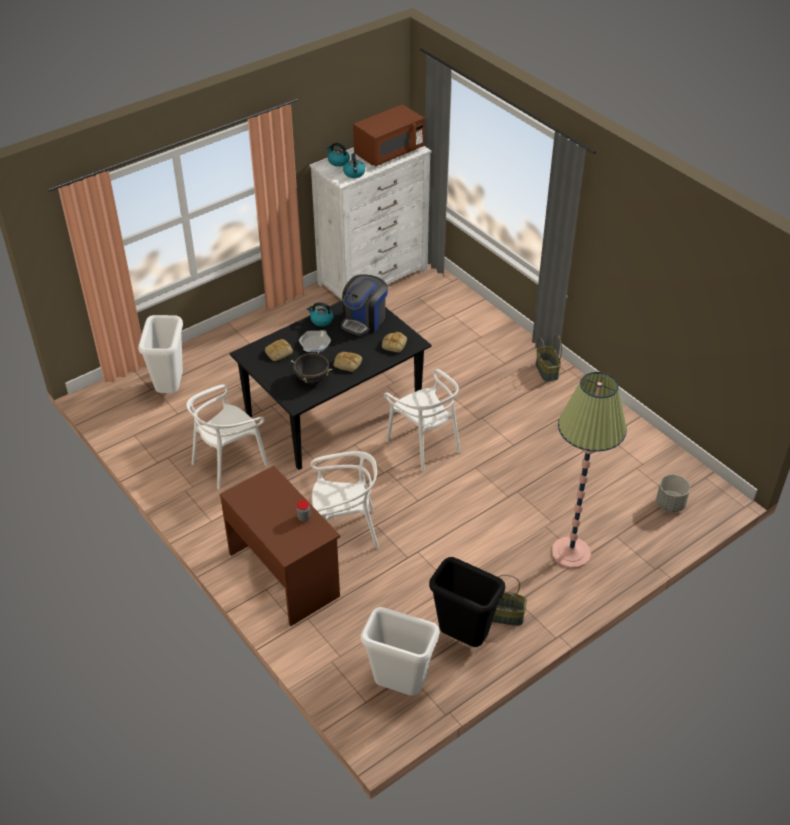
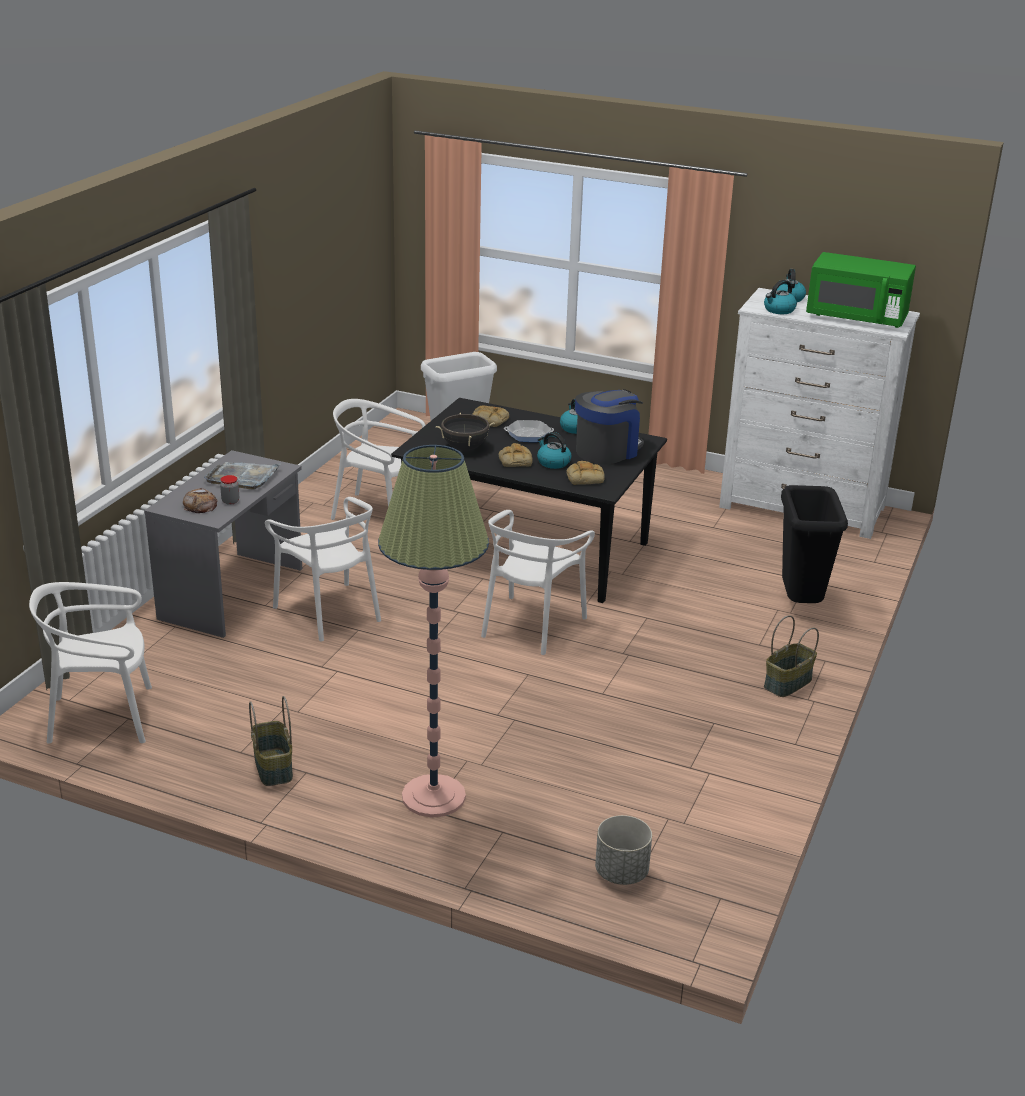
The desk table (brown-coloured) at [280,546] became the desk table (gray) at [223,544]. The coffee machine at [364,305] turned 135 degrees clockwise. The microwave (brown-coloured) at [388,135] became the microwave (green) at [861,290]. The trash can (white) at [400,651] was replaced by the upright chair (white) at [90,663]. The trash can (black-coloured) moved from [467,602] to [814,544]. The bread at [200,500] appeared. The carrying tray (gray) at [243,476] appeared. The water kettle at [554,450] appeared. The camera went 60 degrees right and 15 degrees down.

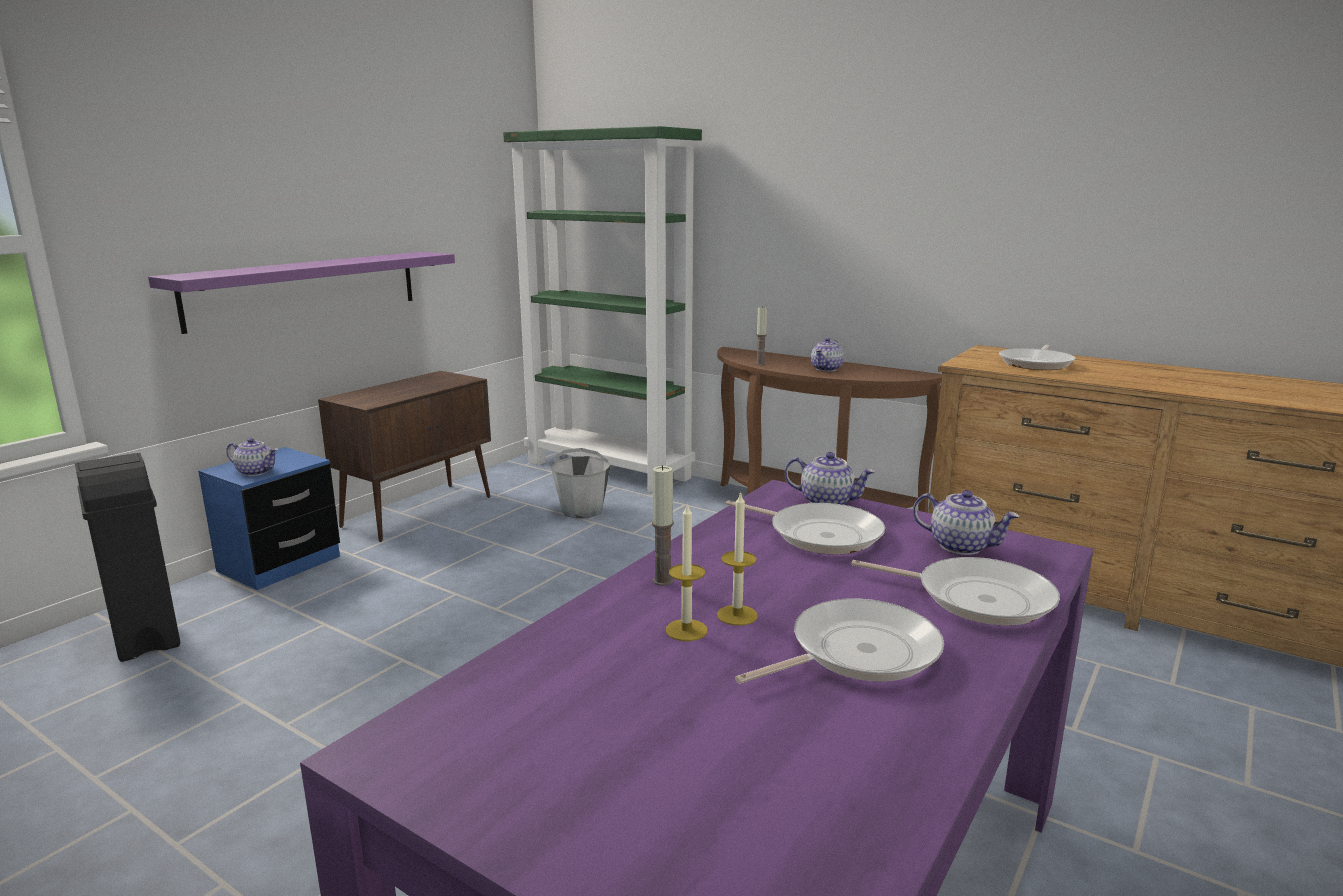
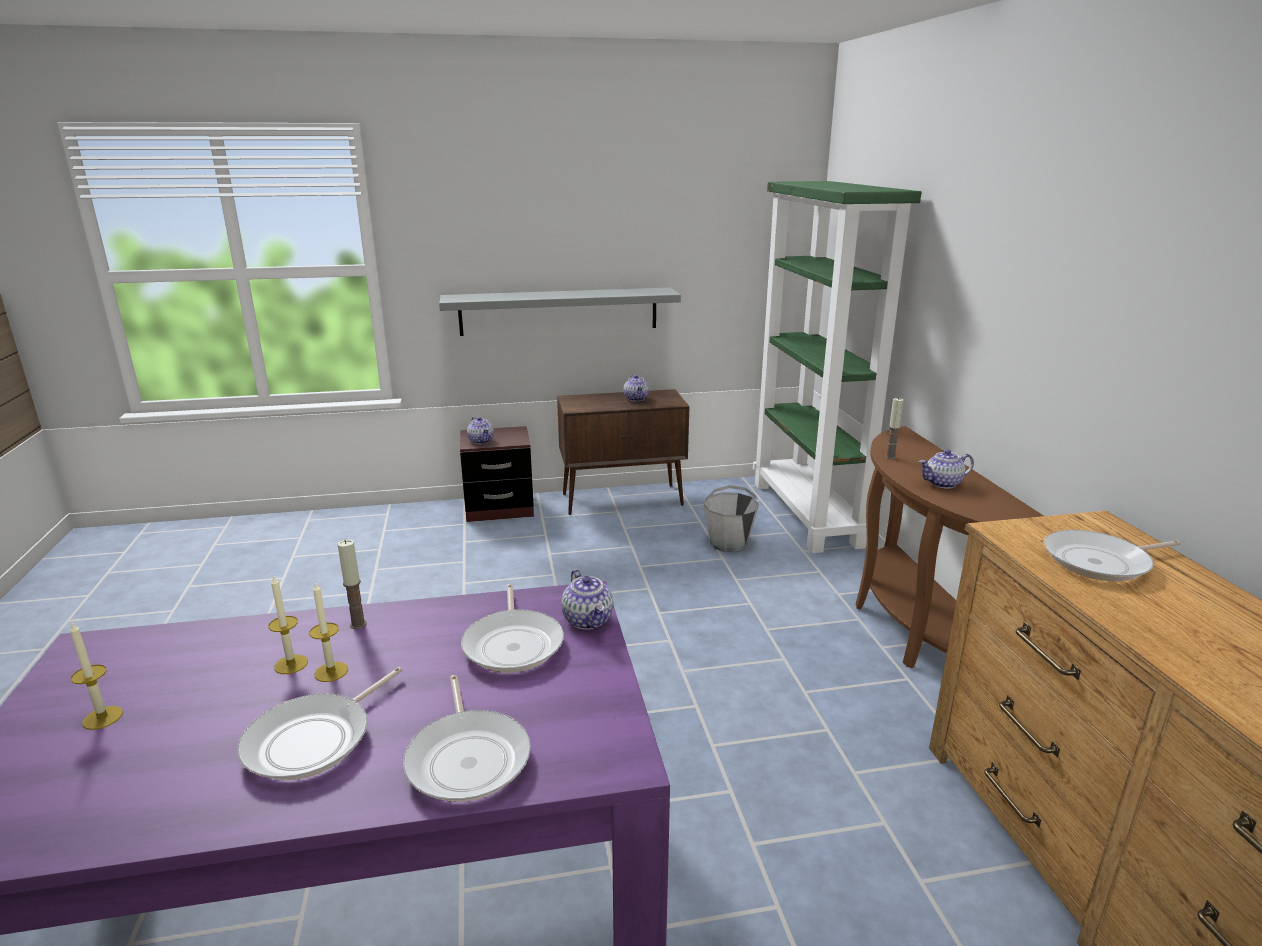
The trash can (black-coloured) at [127,557] disappeared. The shelf (purplish) at [301,293] became the shelf (gray) at [560,311]. The bedside table (bluish) at [269,518] became the bedside table (brown-coloured) at [497,474]. The frying pan at [839,641] turned 105 degrees clockwise. The tea pot moved from [966,522] to [636,388]. The wax light at [96,676] appeared. The camera went 45 degrees right and 5 degrees up.

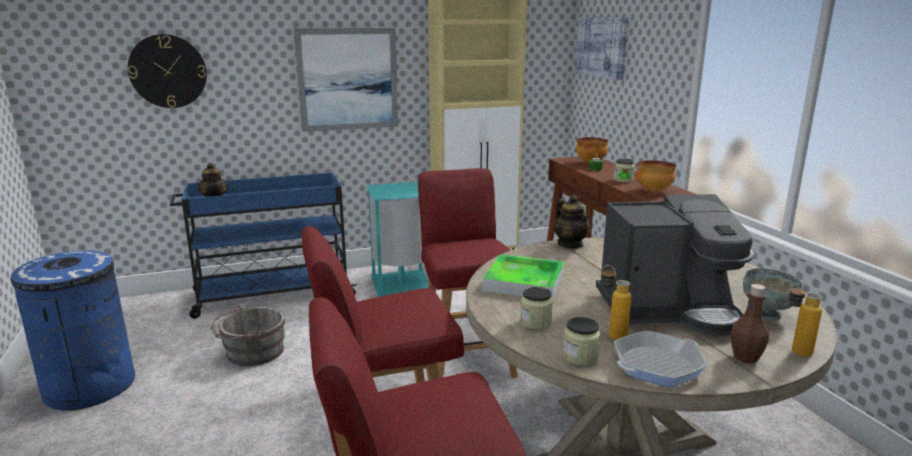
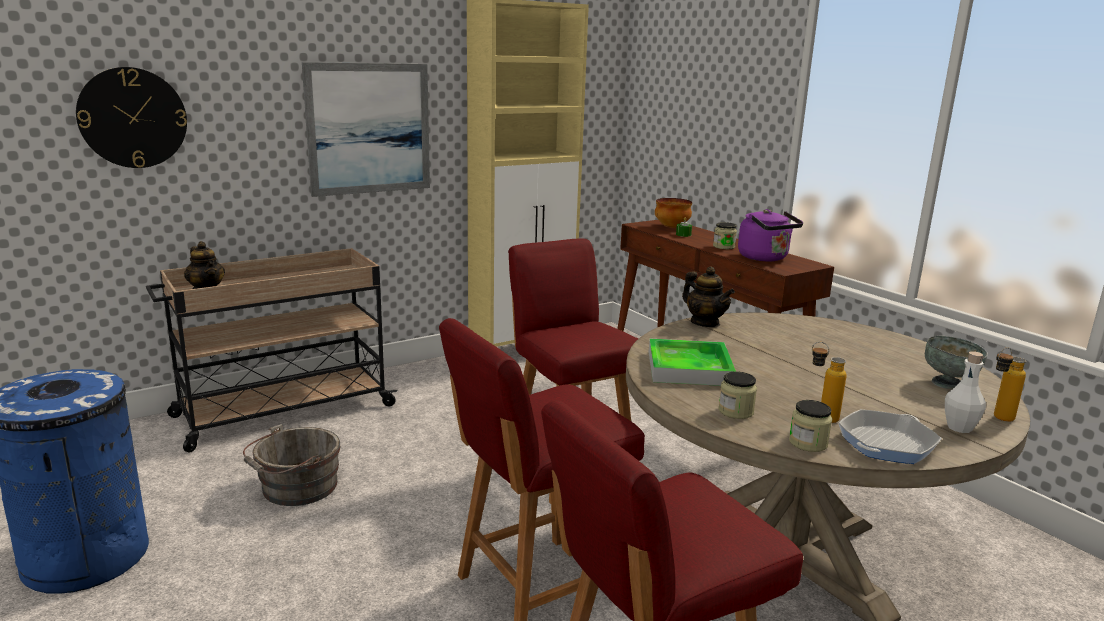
The trolley (bluish) at [263,245] became the trolley (beige-coloured) at [271,350]. The trash can (turquoise-coloured) at [397,239] disappeared. The wall art at [601,48] disappeared. The coffee machine at [675,265] disappeared. The bowl at [655,176] was replaced by the water kettle (purplish) at [770,235]. The beverage bottle (brown-coloured) at [750,323] became the beverage bottle (white) at [965,392]. The camera went 15 degrees left and 0 degrees up.

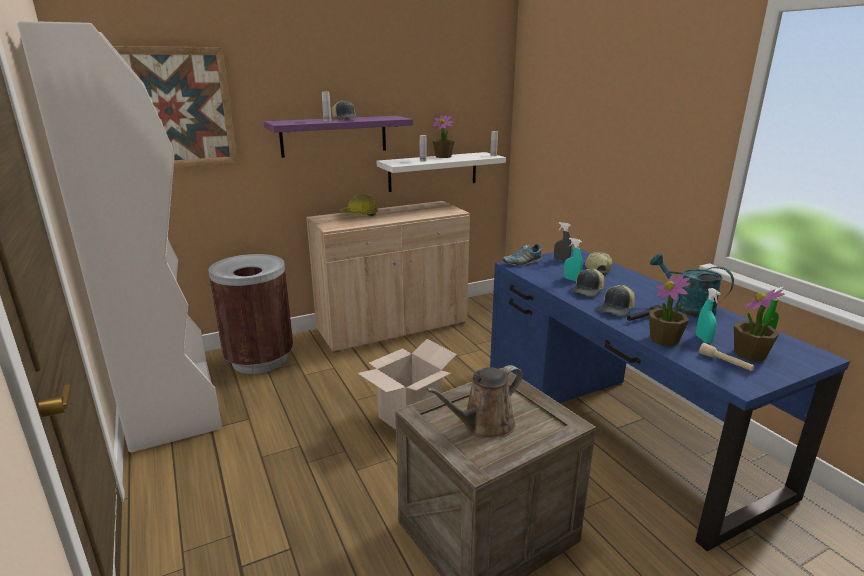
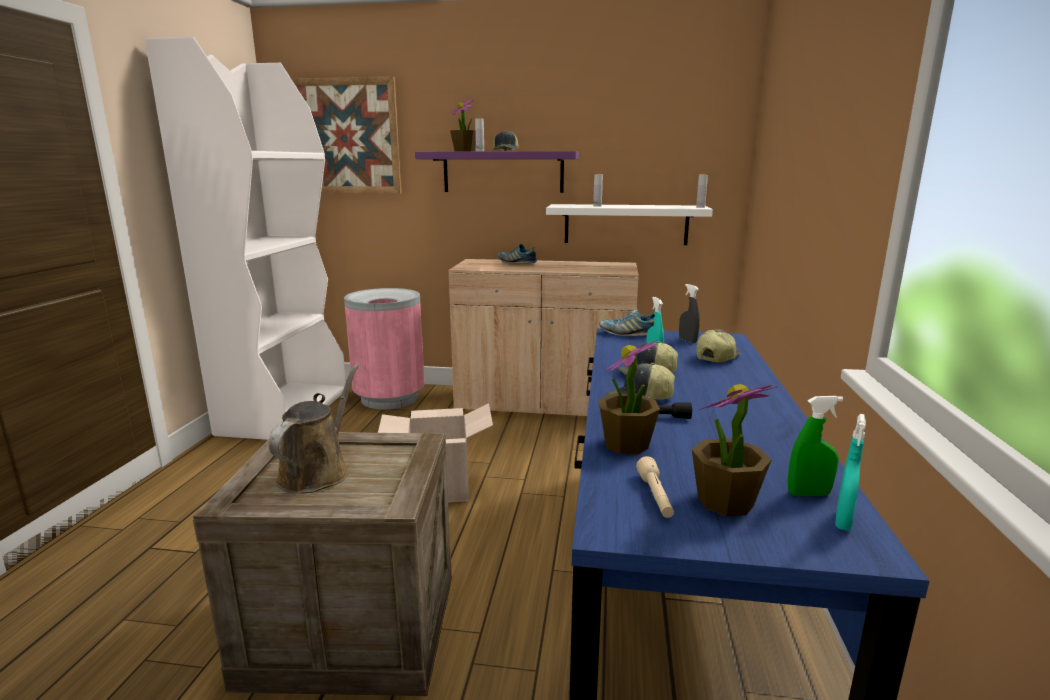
The trash can (brown-coloured) at [250,314] became the trash can (pink-coloured) at [384,348]. The hard hat at [358,205] was replaced by the low shoe at [517,253]. The sprinkling can (brown-coloured) at [474,401] turned 105 degrees clockwise. The houseplant moved from [443,136] to [463,125]. The sprinkling can (turquoise-coloured) at [692,285] disappeared. The spray bottle (turquoise-coloured) moved from [708,315] to [850,472]. The camera went 35 degrees right and 5 degrees down.

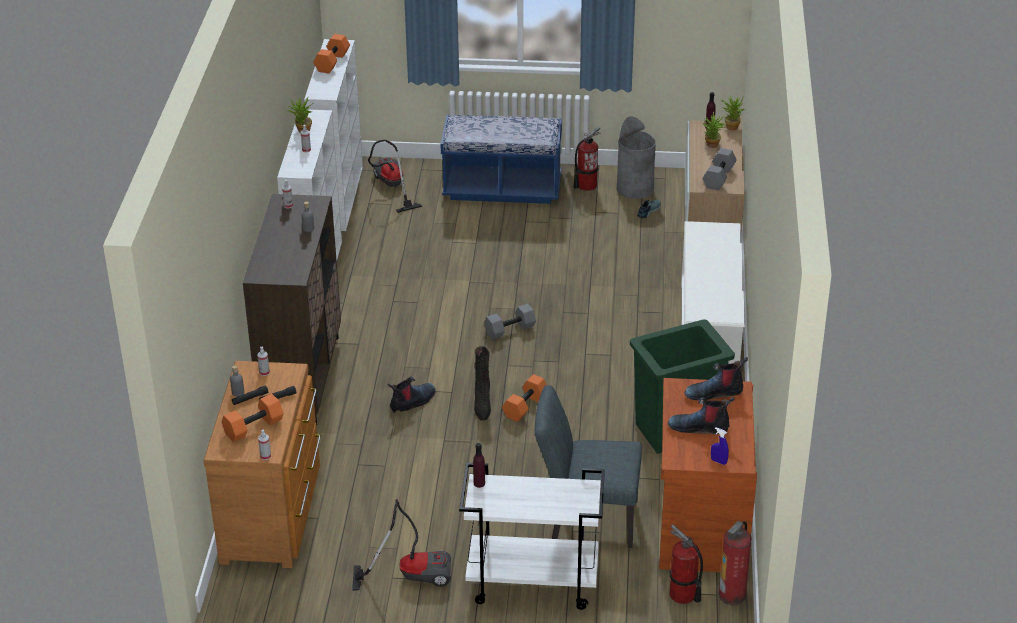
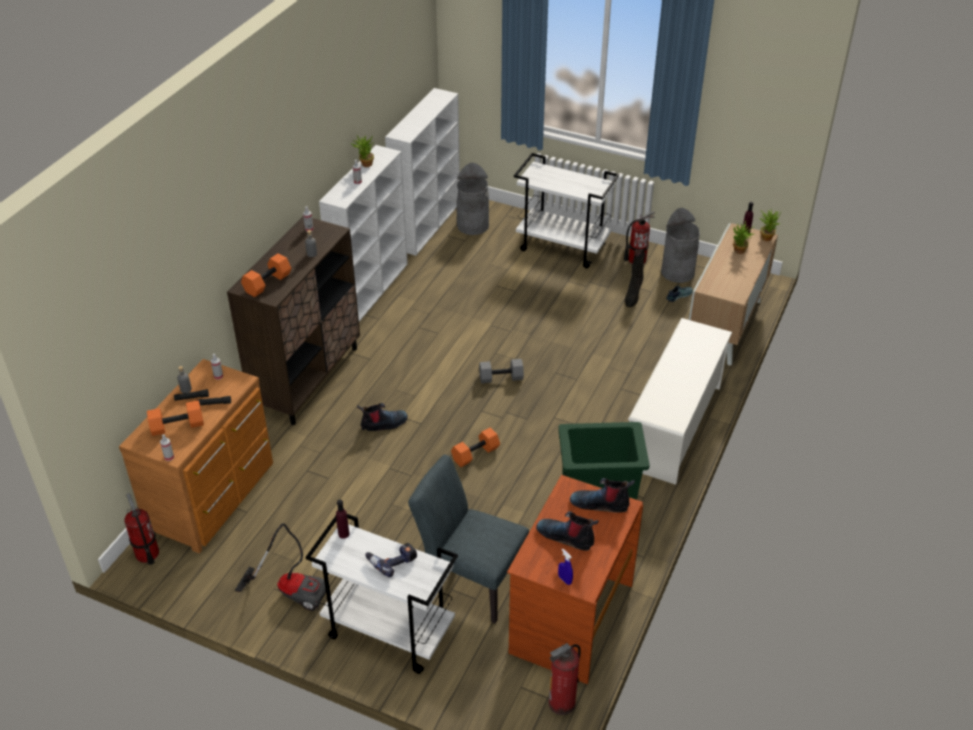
The dumbbell (orange) moved from [331,53] to [266,275]. The vacuum cleaner at [395,176] was replaced by the trash can (gray) at [473,199]. The long seat (bluish) at [501,159] was replaced by the trolley (white) at [566,210]. The tall boot (black-coloured) moved from [482,383] to [635,278]. The fire extinguisher moved from [686,564] to [141,529]. The dumbbell (gray) at [720,169] disappeared. The electric drill at [391,560] appeared. The camera went 20 degrees right and 5 degrees up.

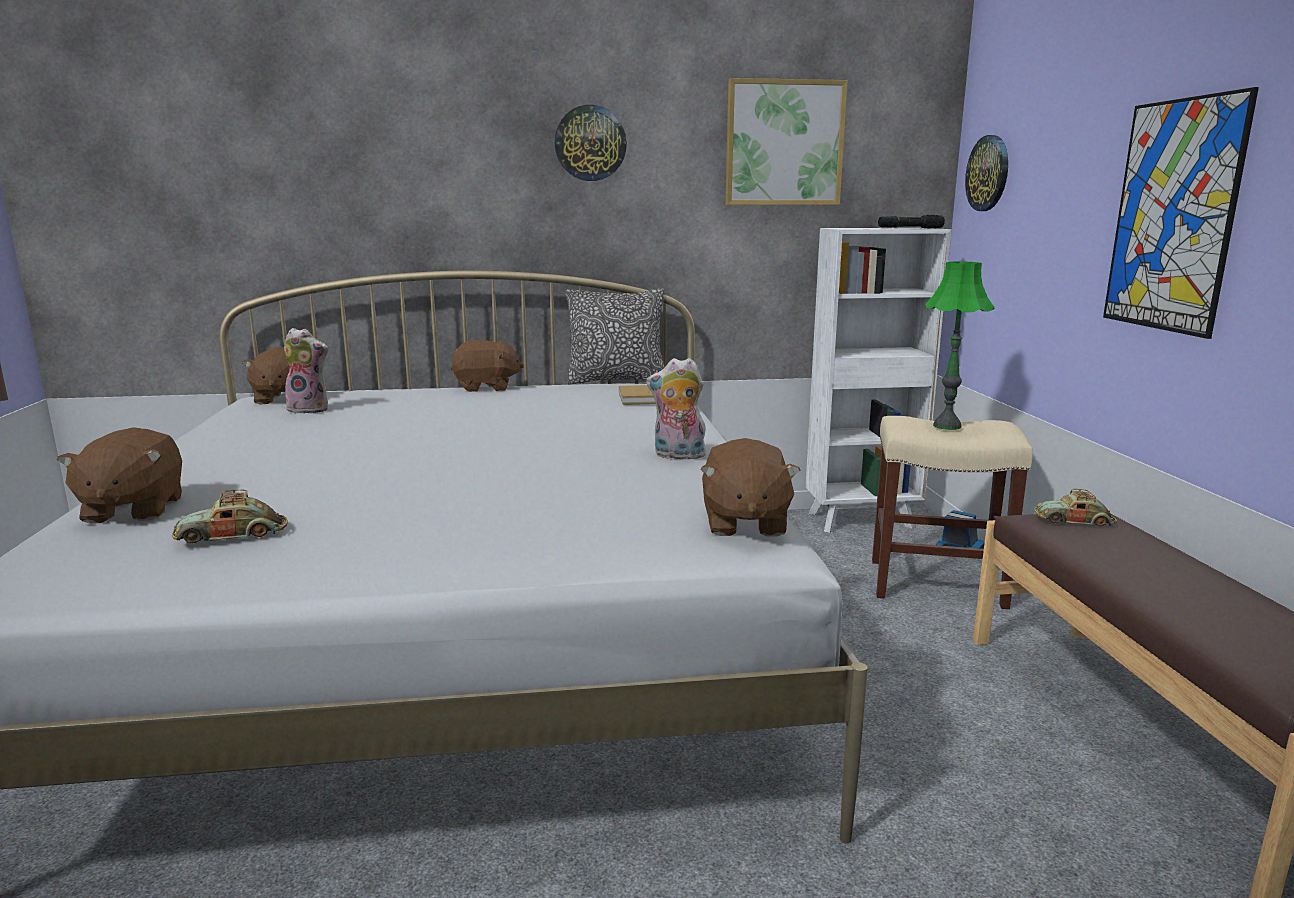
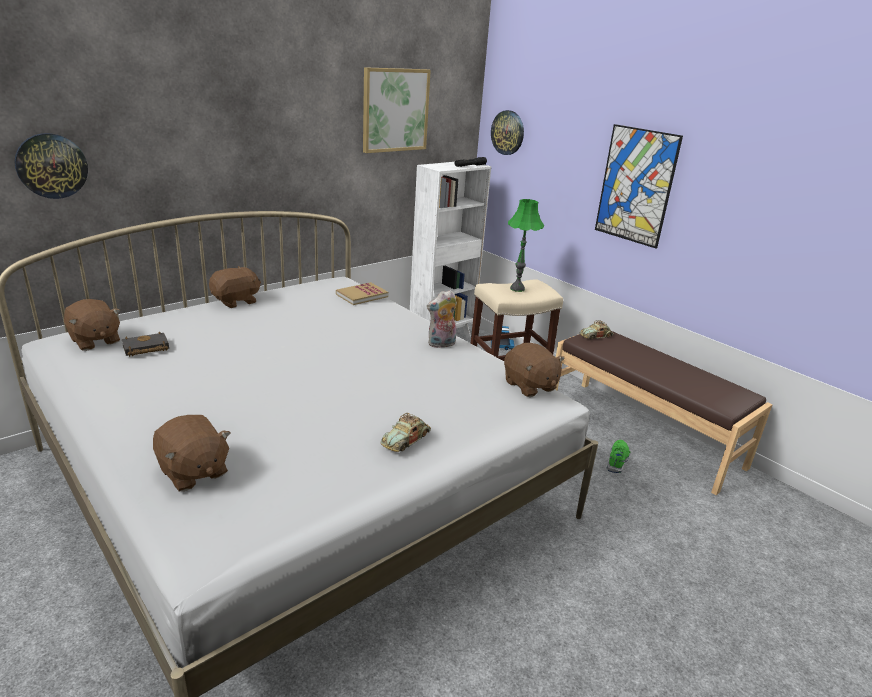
The toy car moved from [230,516] to [405,432]. The plush toy at [306,371] was replaced by the bound book (black-coloured) at [145,344]. The clock on the wall moved from [590,143] to [51,166]. The cushion at [615,336] disappeared. The low shoe (green) at [618,456] appeared. The camera went 35 degrees left and 10 degrees up.

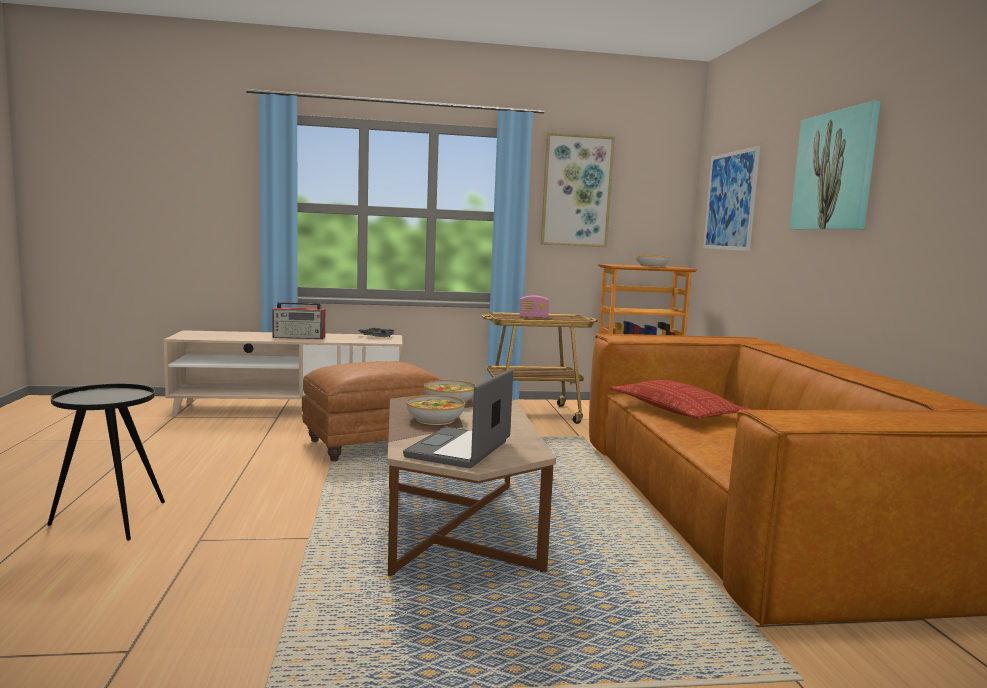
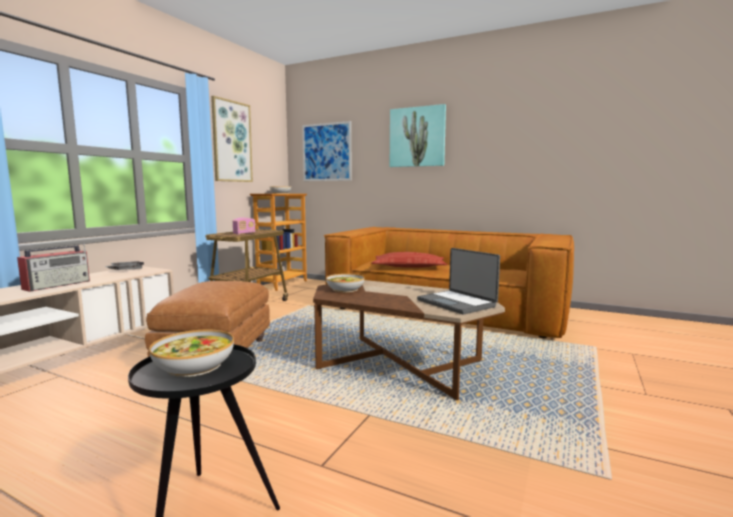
The bowl moved from [436,410] to [191,353]. The camera went 55 degrees left and 0 degrees up.

